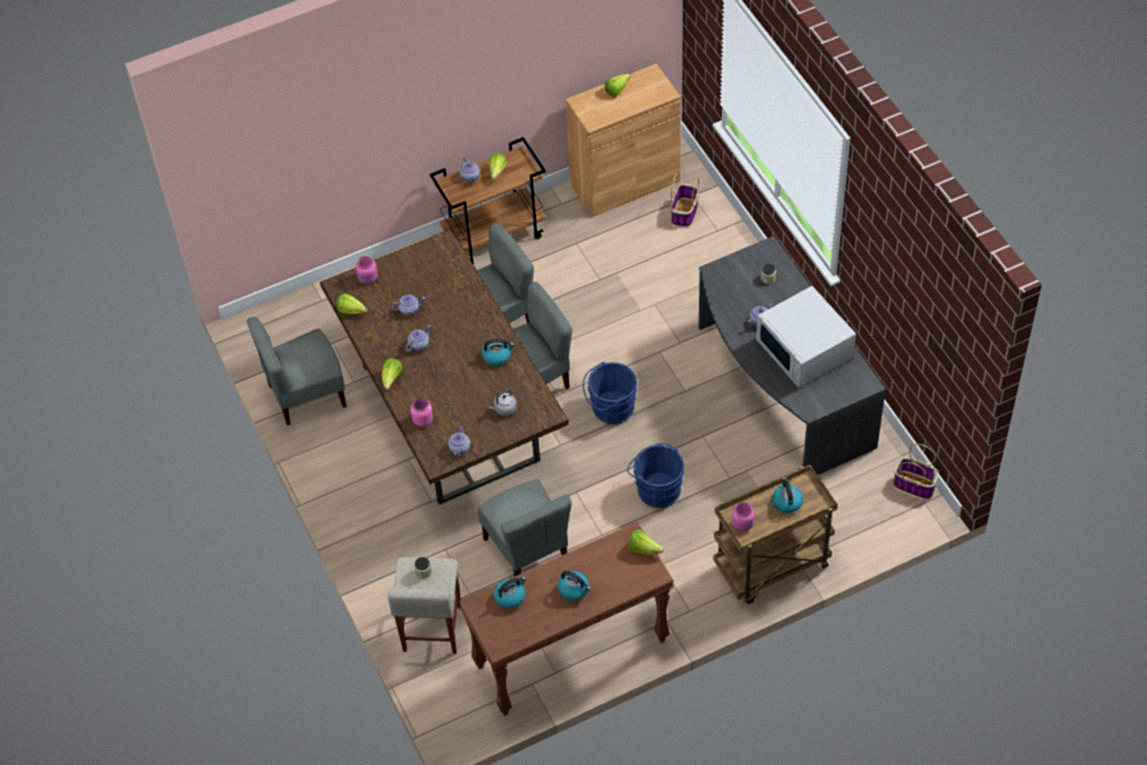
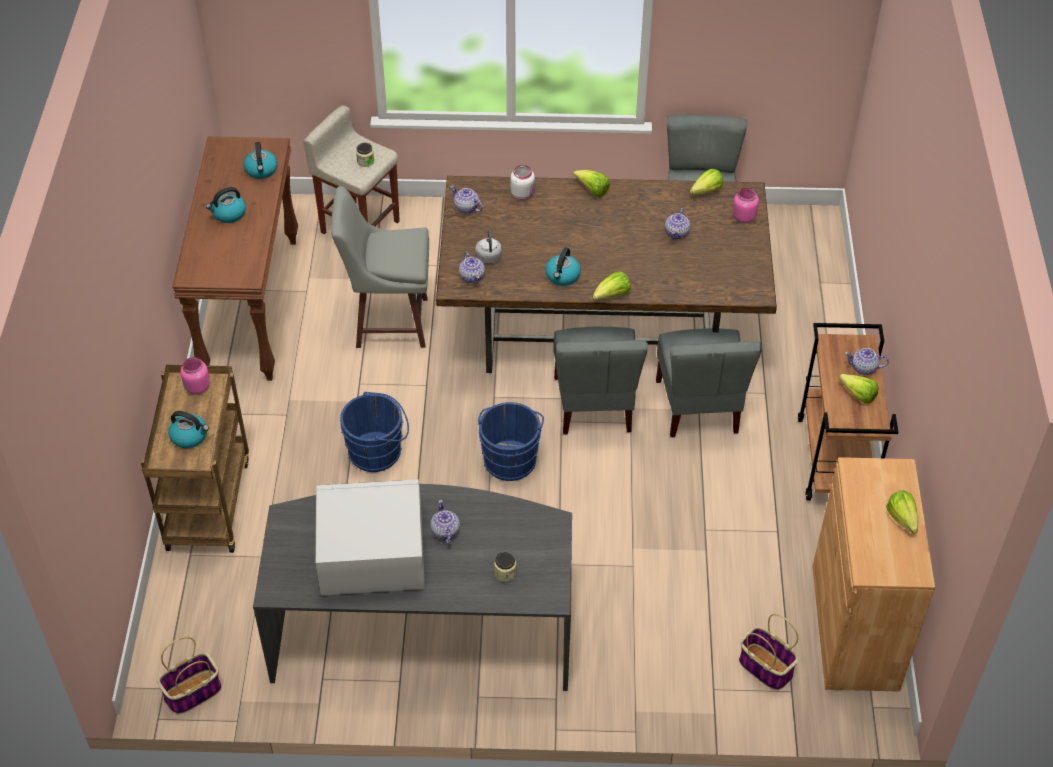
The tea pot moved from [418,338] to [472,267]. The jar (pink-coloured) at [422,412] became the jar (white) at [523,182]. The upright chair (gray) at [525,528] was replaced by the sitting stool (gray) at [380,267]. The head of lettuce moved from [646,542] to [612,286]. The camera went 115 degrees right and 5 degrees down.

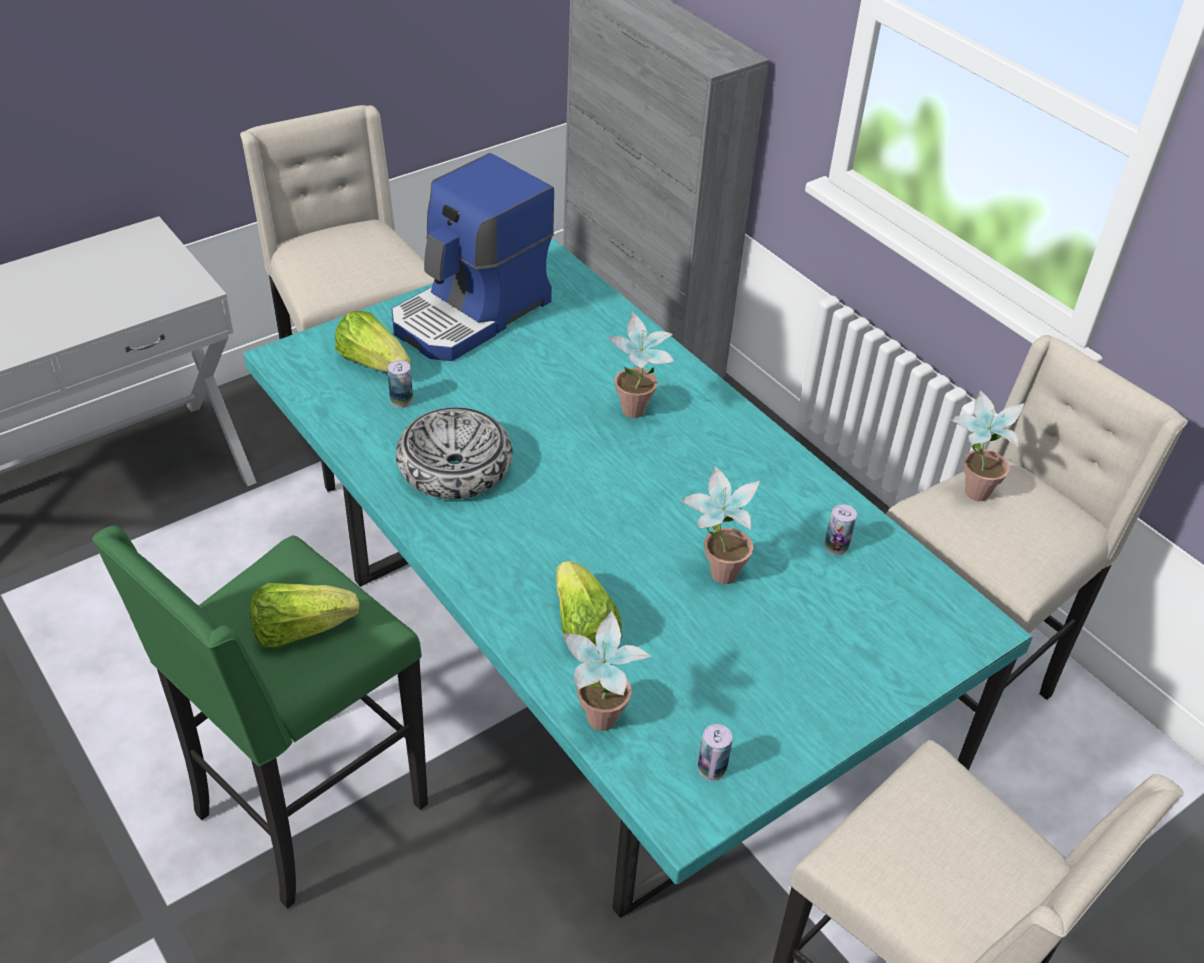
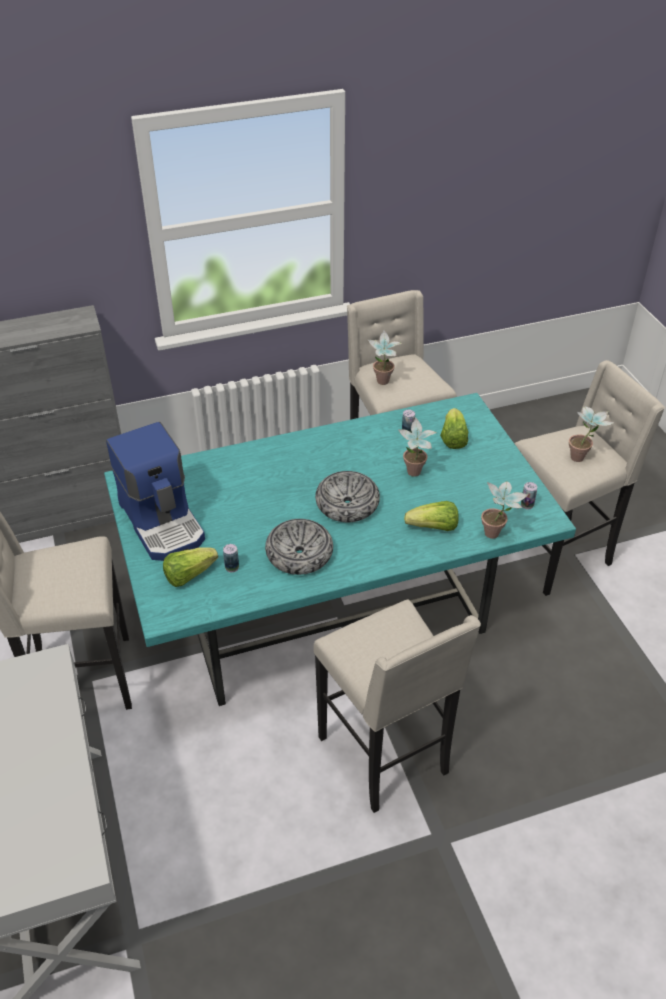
The sitting stool (green) at [260,717] became the sitting stool (beige-coloured) at [397,706]. The head of lettuce moved from [304,615] to [454,428]. The houseplant moved from [641,365] to [591,434]. The bowl at [347,496] appeared. The camera went 70 degrees left and 0 degrees up.

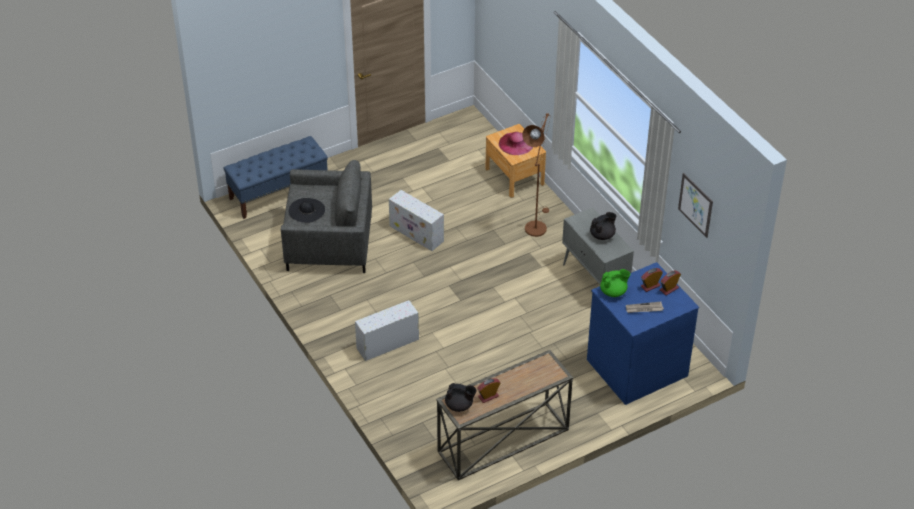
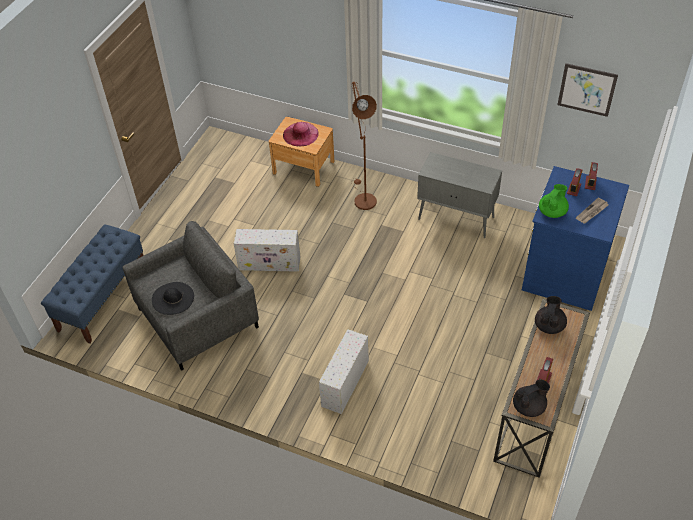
The tea pot (black-coloured) moved from [603,226] to [551,315]. The camera went 35 degrees left and 5 degrees up.

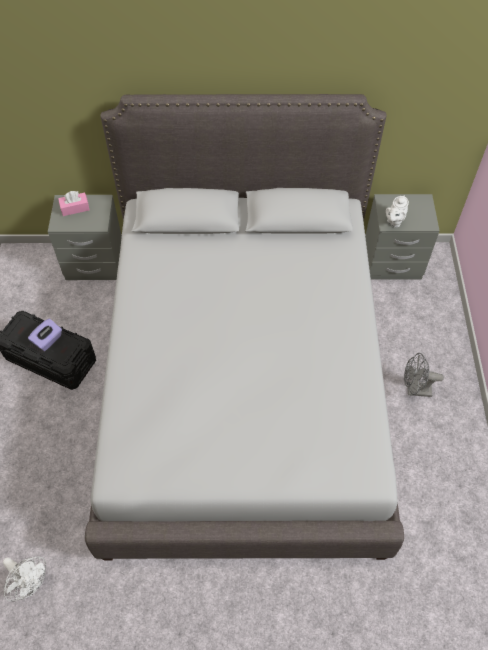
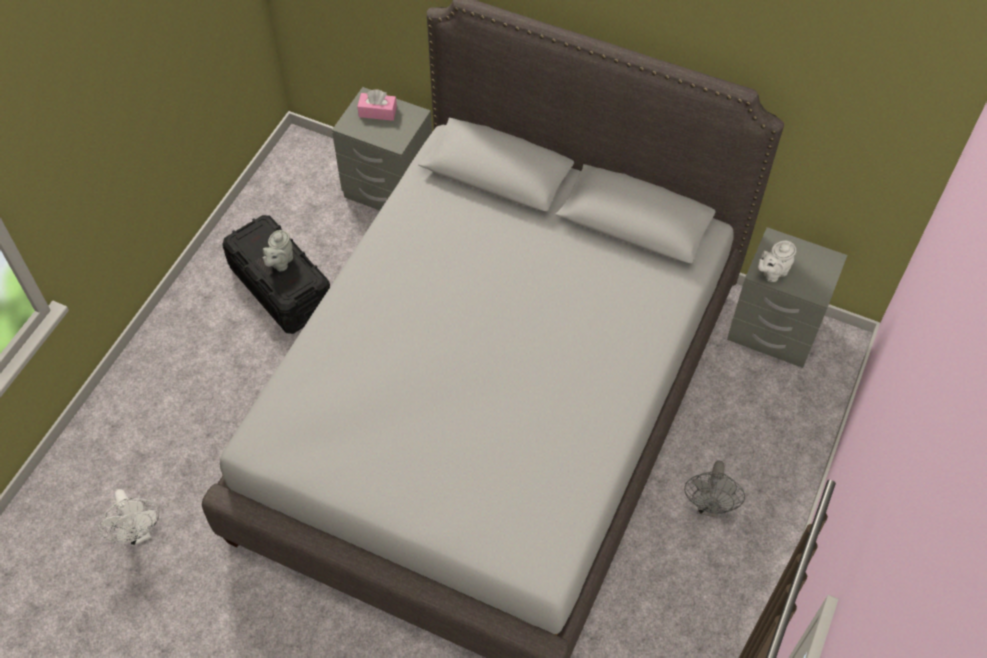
The tissue holder (purplish) at [45,334] was replaced by the tea pot (gray) at [277,251]. The fan (gray) at [424,375] turned 105 degrees counterclockwise. The camera went 25 degrees right and 0 degrees up.

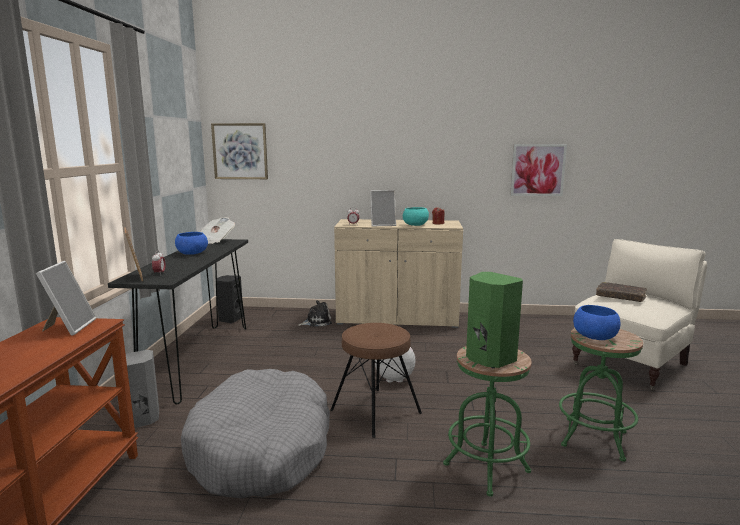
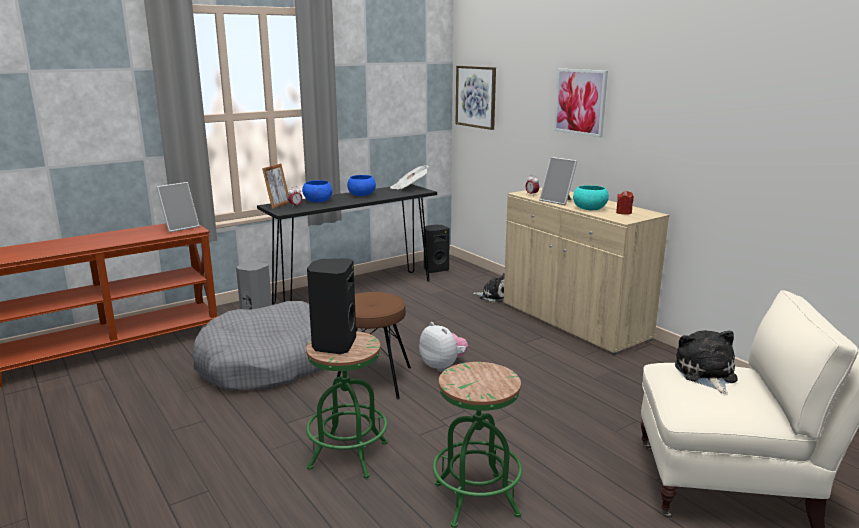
The loudspeaker (green) at [494,320] became the loudspeaker (black-coloured) at [331,306]. The wall art moved from [538,170] to [581,102]. The bowl (bluish) moved from [597,322] to [317,191]. The bound book (brown-coloured) at [621,292] was replaced by the plush toy at [706,362]. The camera went 50 degrees right and 5 degrees up.

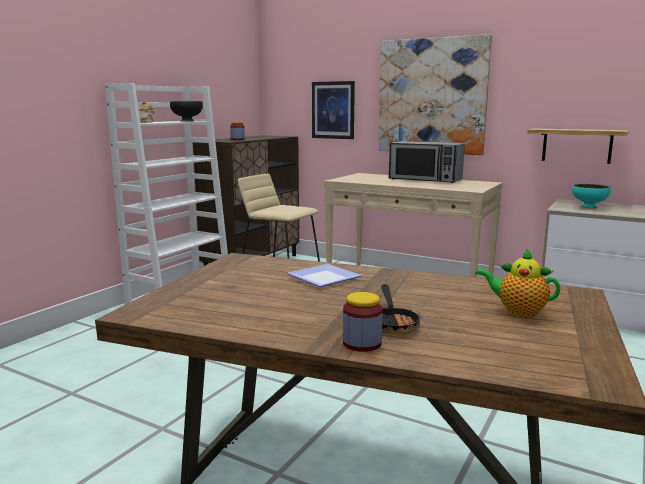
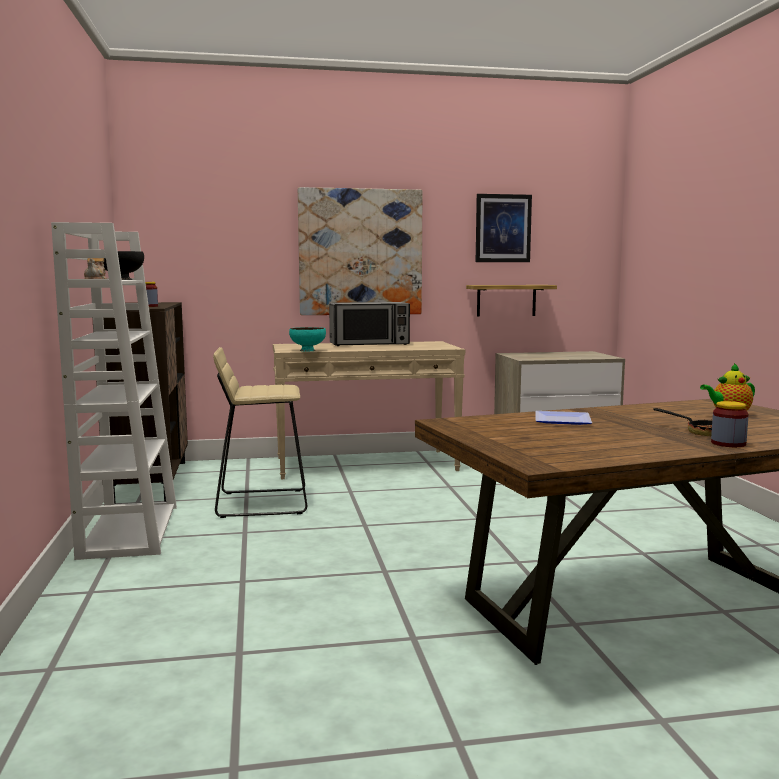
The wall art moved from [333,110] to [504,228]. The bowl (turquoise-coloured) moved from [591,196] to [307,339]. The camera went 40 degrees left and 5 degrees down.

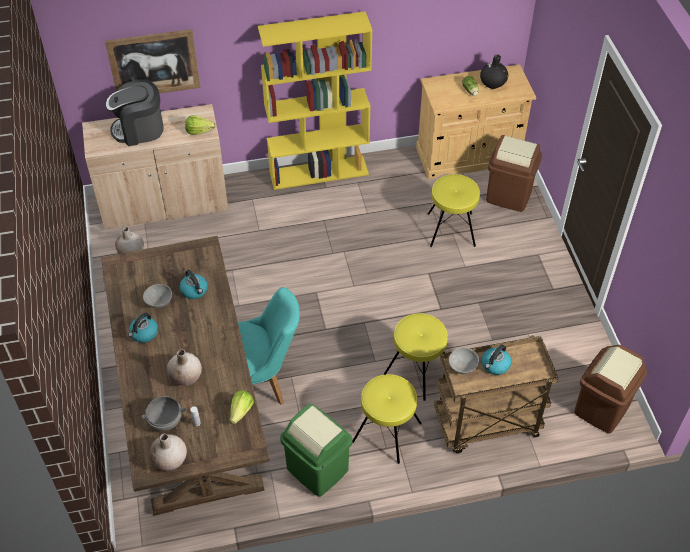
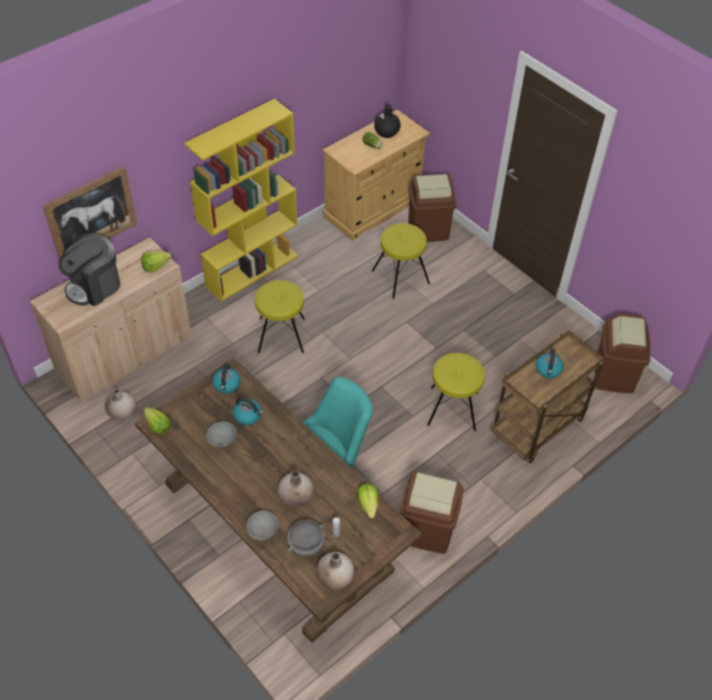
The water kettle moved from [143,328] to [226,379]. The trash can (green) at [316,450] became the trash can (brown-coloured) at [432,513]. The sitting stool (yellow) moved from [387,419] to [280,316]. The bowl (gray) moved from [463,361] to [262,526]. The head of lettuce at [157,420] appeared. The camera went 30 degrees left and 0 degrees up.

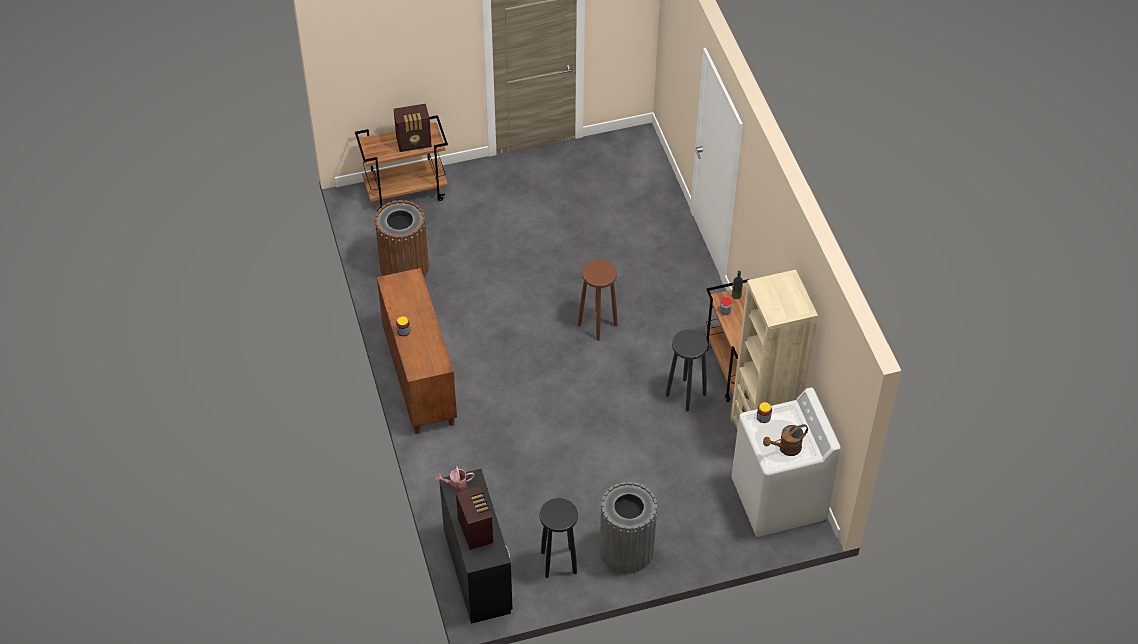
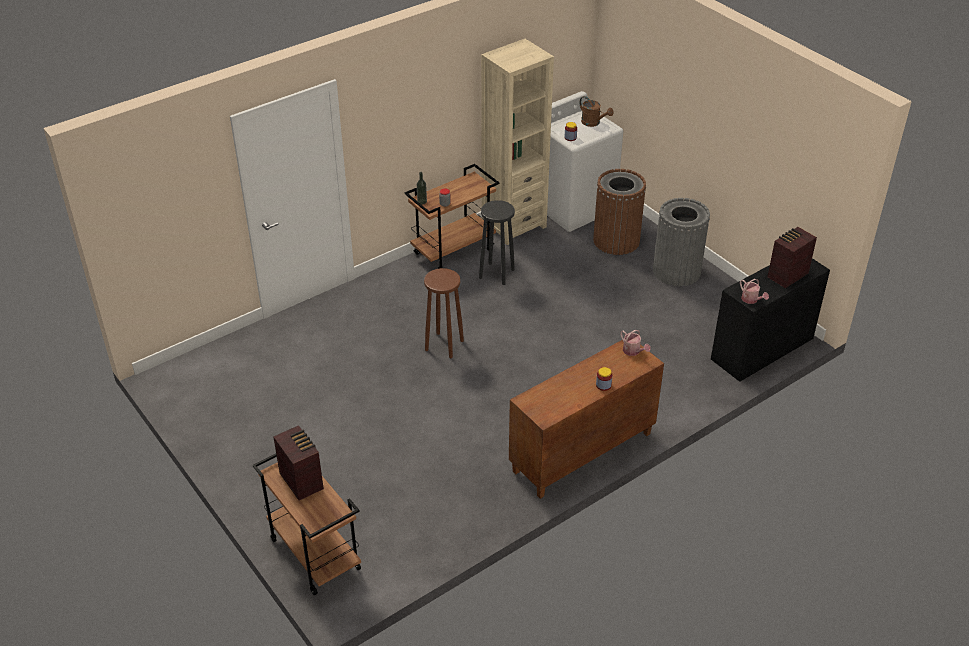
The trash can (brown-coloured) moved from [402,238] to [619,212]. The sitting stool (black-coloured) at [559,538] disappeared. The sprinkling can at [635,343] appeared. The camera went 110 degrees left and 10 degrees down.

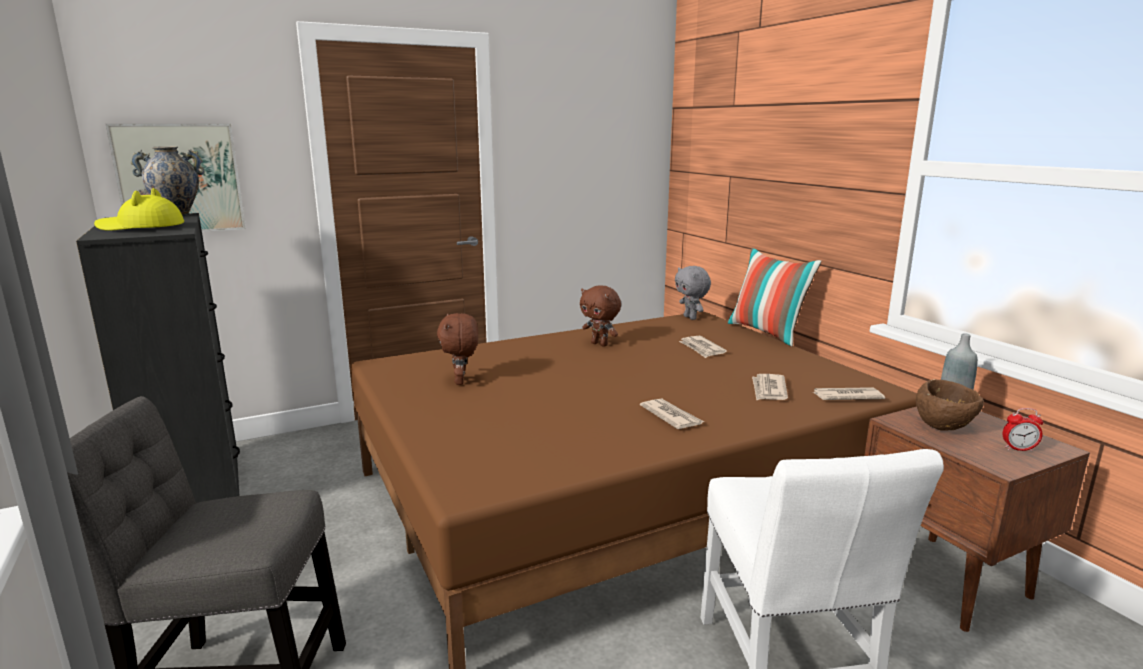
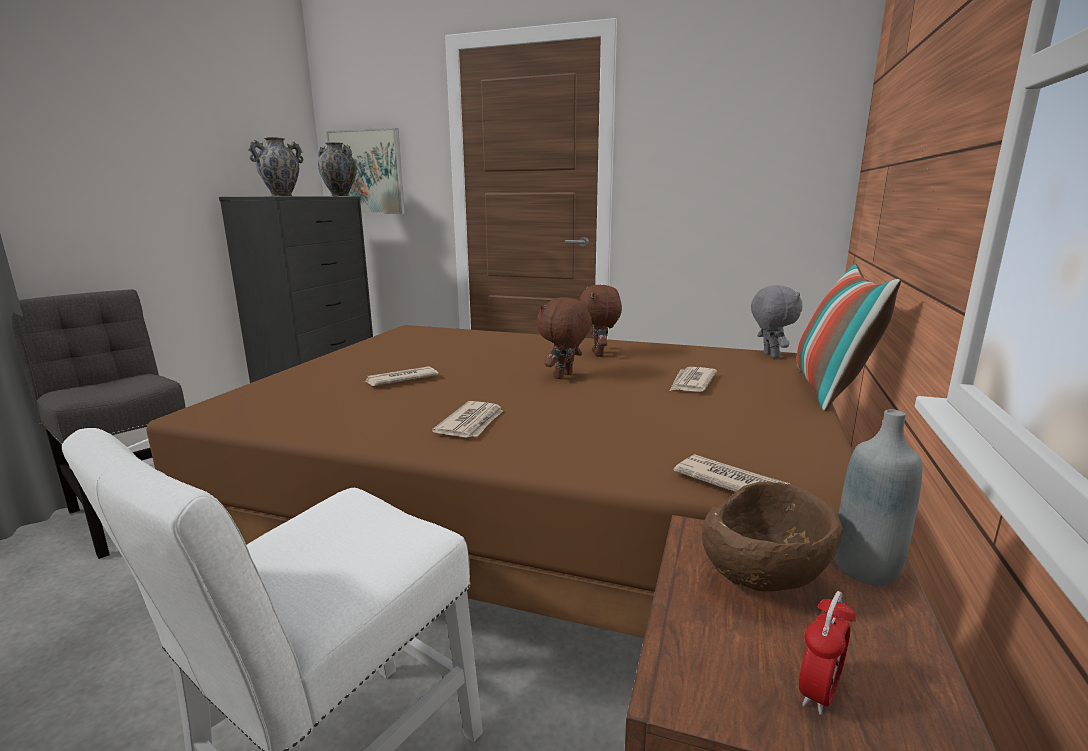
The wearable hat (yellow) at [139,209] was replaced by the vase at [276,166]. The plush toy (brown-coloured) moved from [457,349] to [564,338]. The plush toy (gray) at [693,293] turned 150 degrees clockwise. The daily paper moved from [770,387] to [401,376]. The table clock at [1023,429] turned 105 degrees counterclockwise. The camera went 45 degrees right and 0 degrees up.

